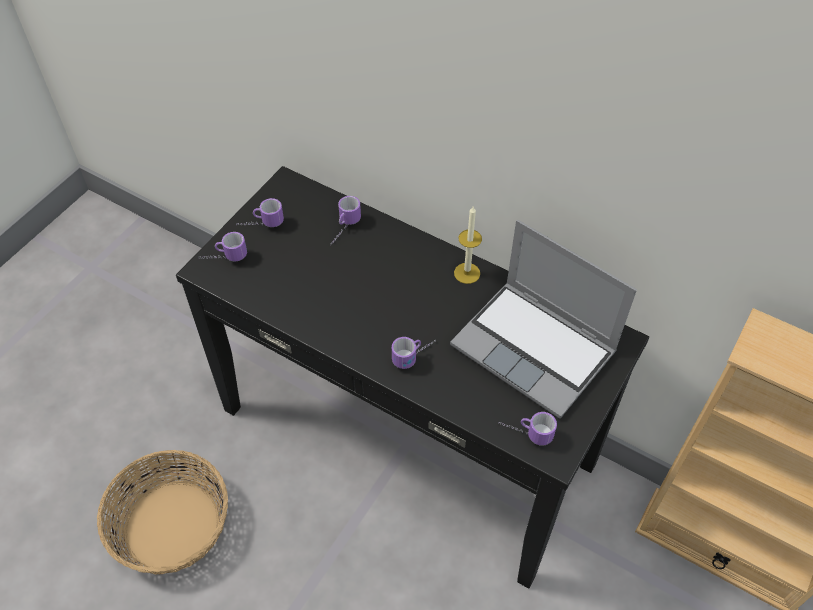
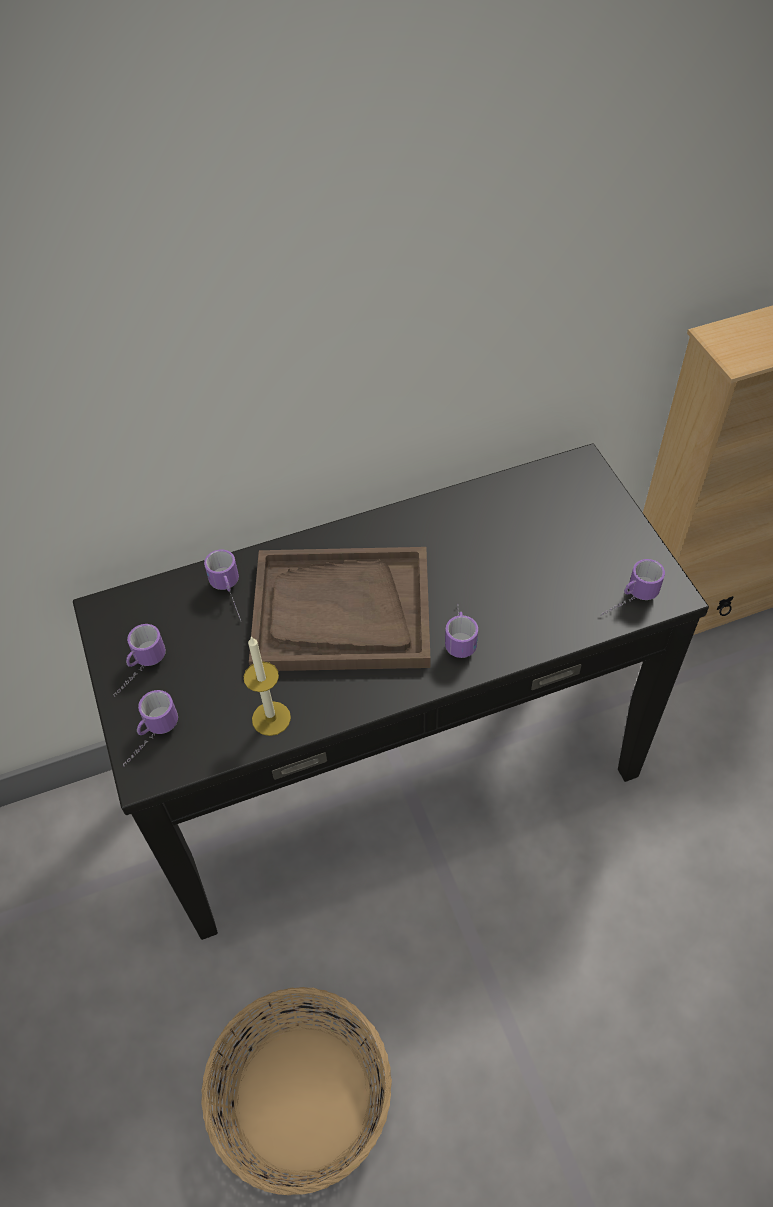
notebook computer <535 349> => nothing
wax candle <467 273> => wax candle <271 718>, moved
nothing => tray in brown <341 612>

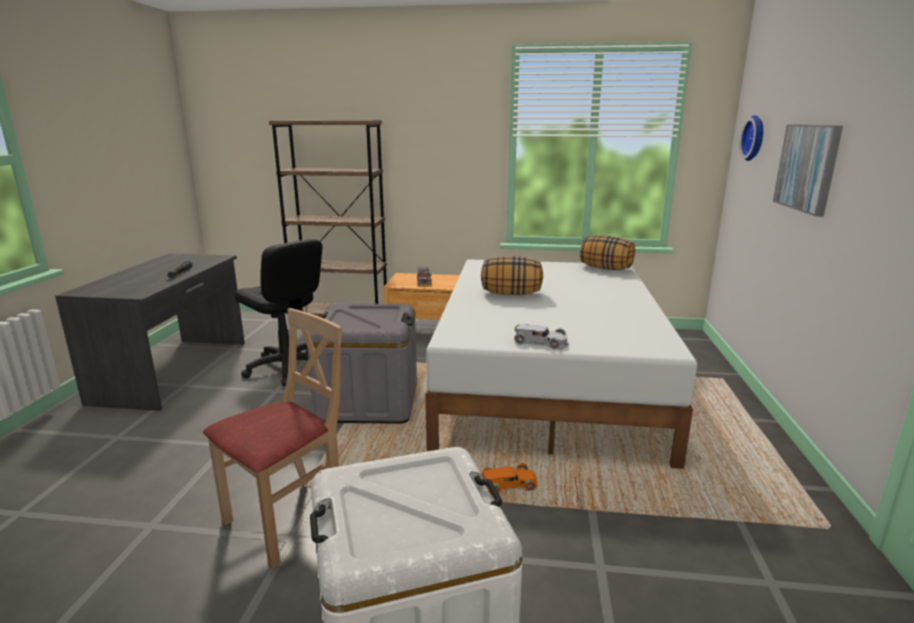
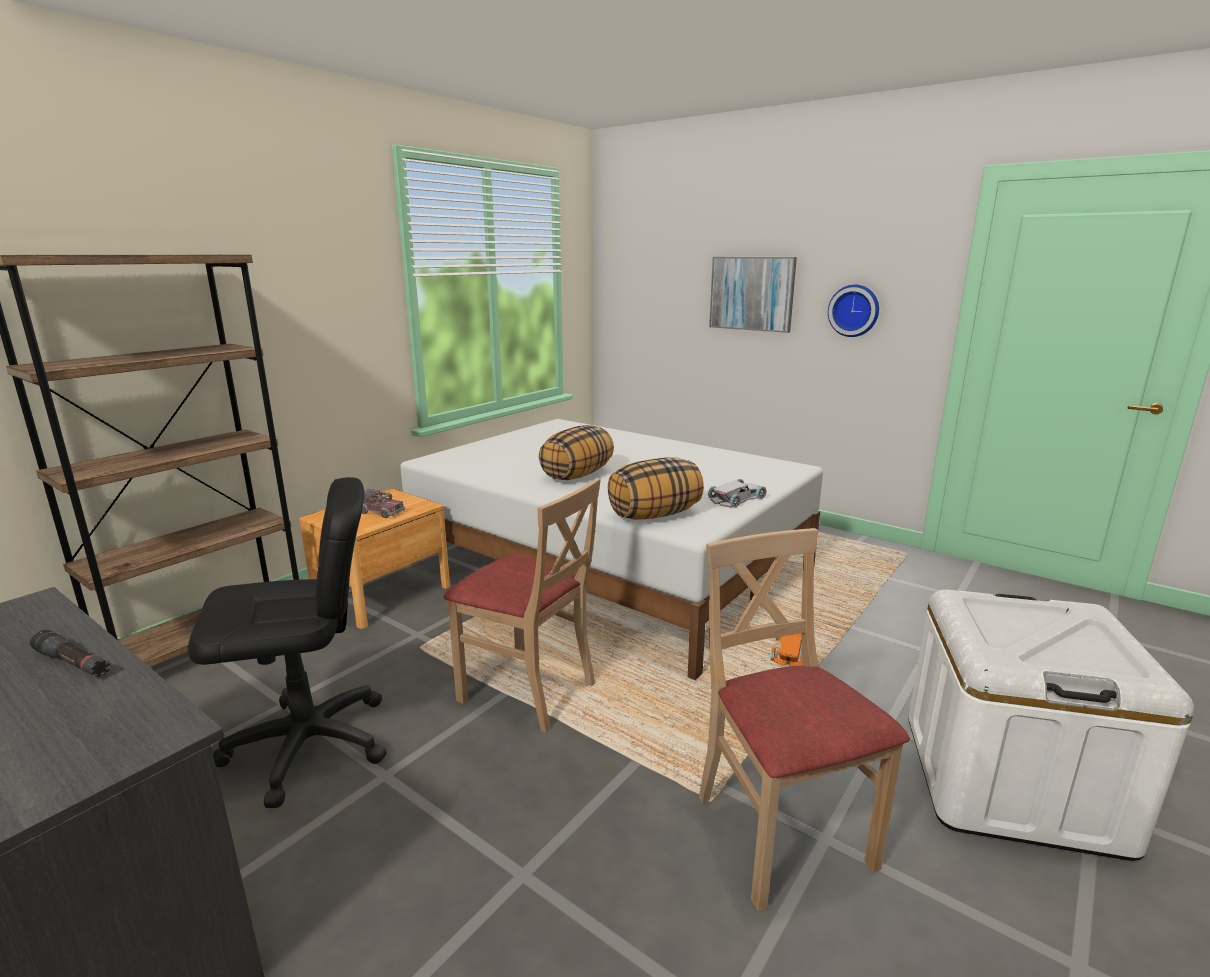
storage container in greyish <368 401> => plain chair in beige <528 690>
pillow <606 268> => pillow <654 515>, moved
clock on the wall <755 138> => clock on the wall <854 310>, moved

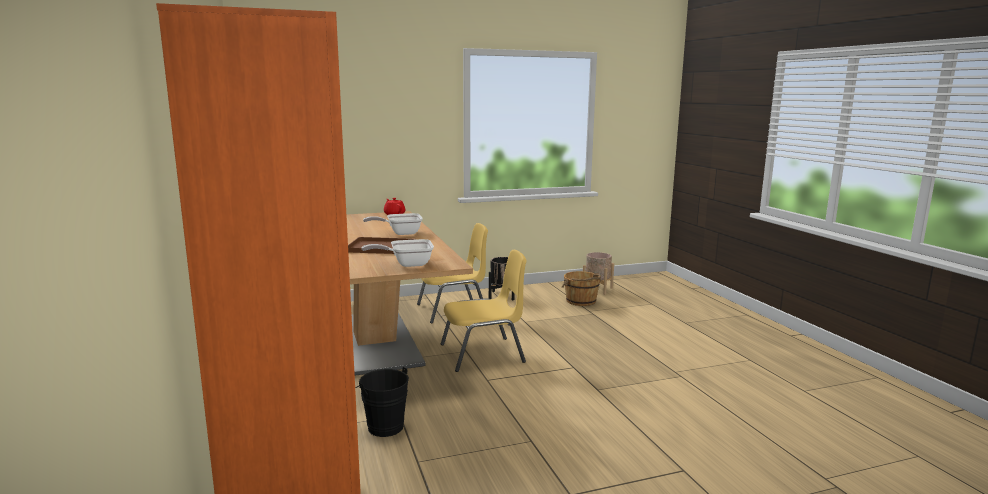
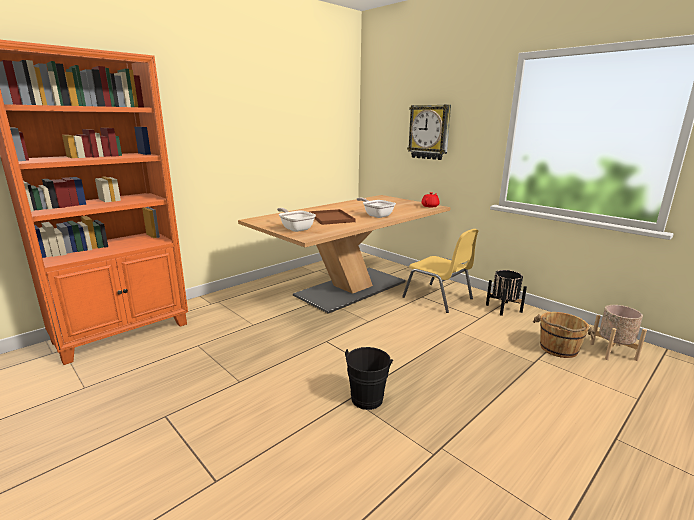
pail in black-coloured <383 425> => pail in black-coloured <368 397>, moved
plain chair in yellow-coloured <483 354> => nothing
nothing => clock on the wall <429 132>

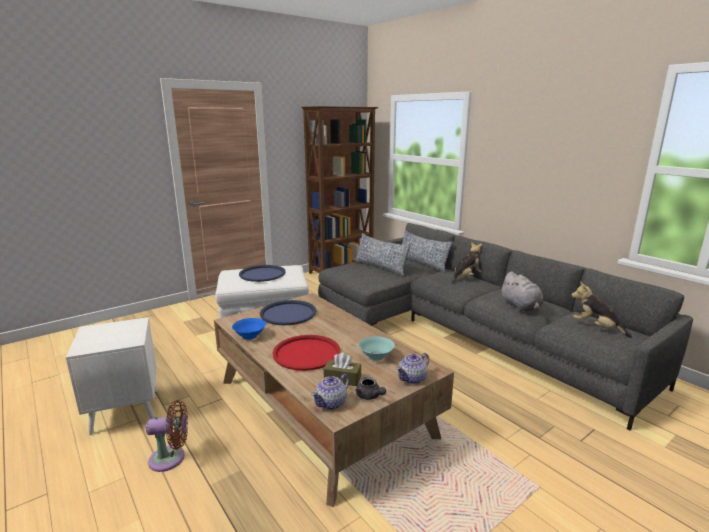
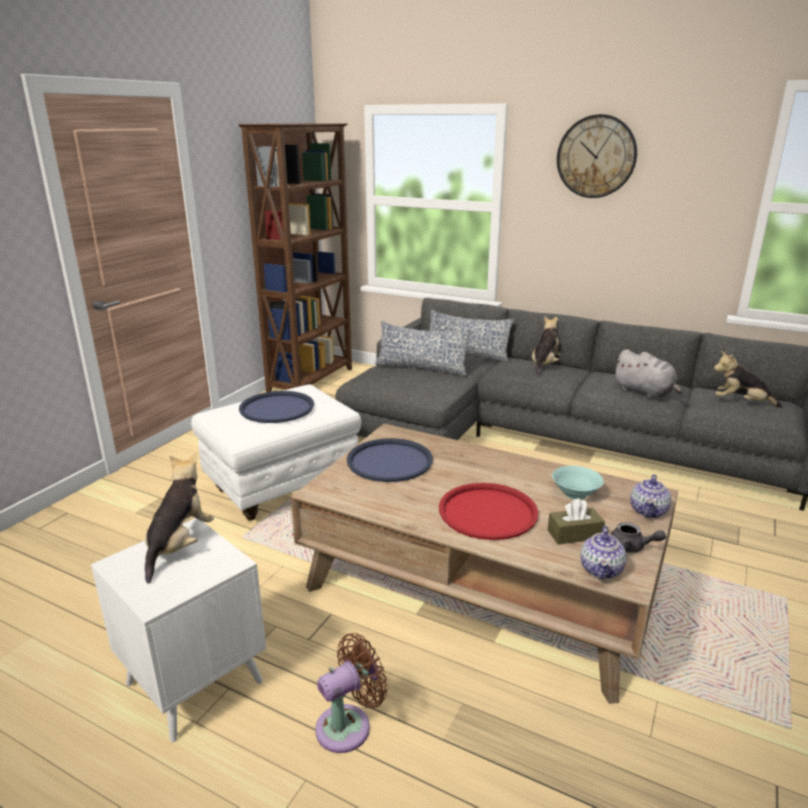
deep dish in bluish <250 336> => nothing
nothing => plush toy <179 545>
nothing => clock on the wall <596 157>

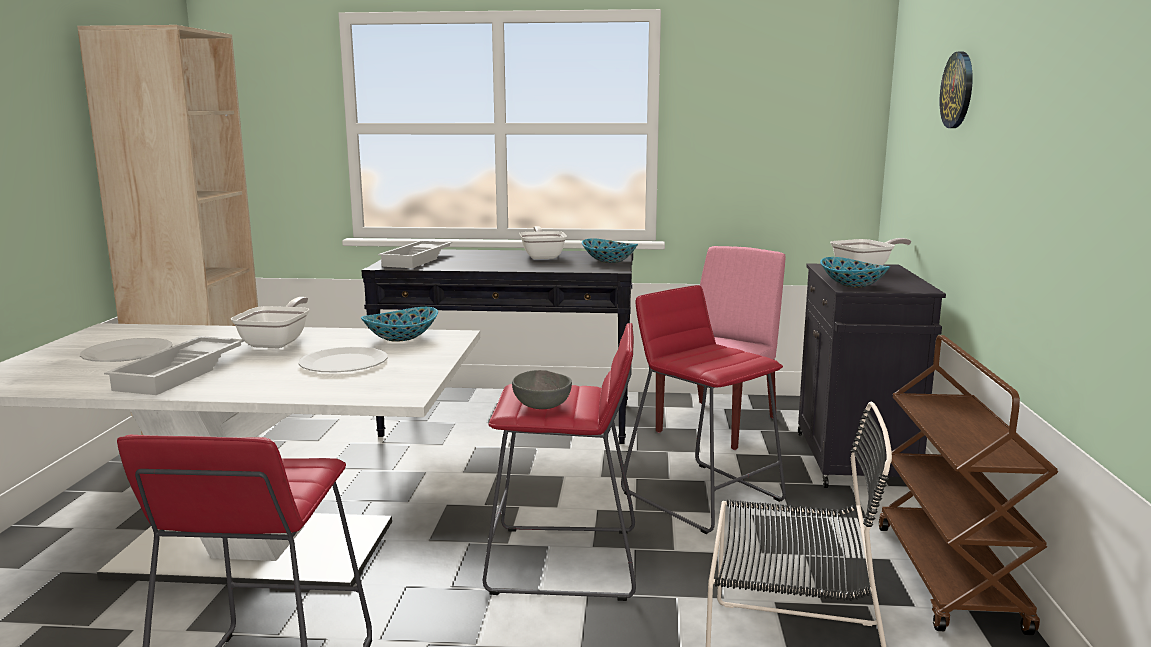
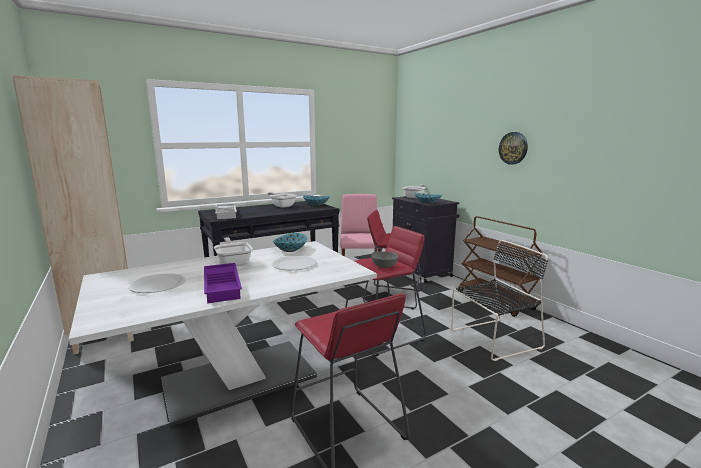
tray in white-coloured <181 373> => tray in purple <223 286>
clock on the wall <958 90> => clock on the wall <513 148>, moved

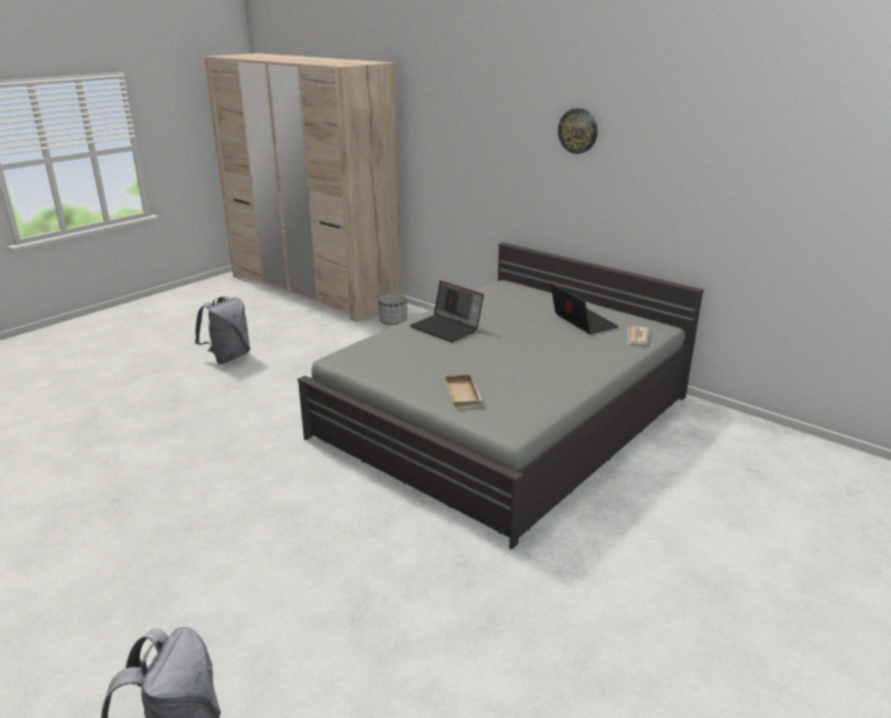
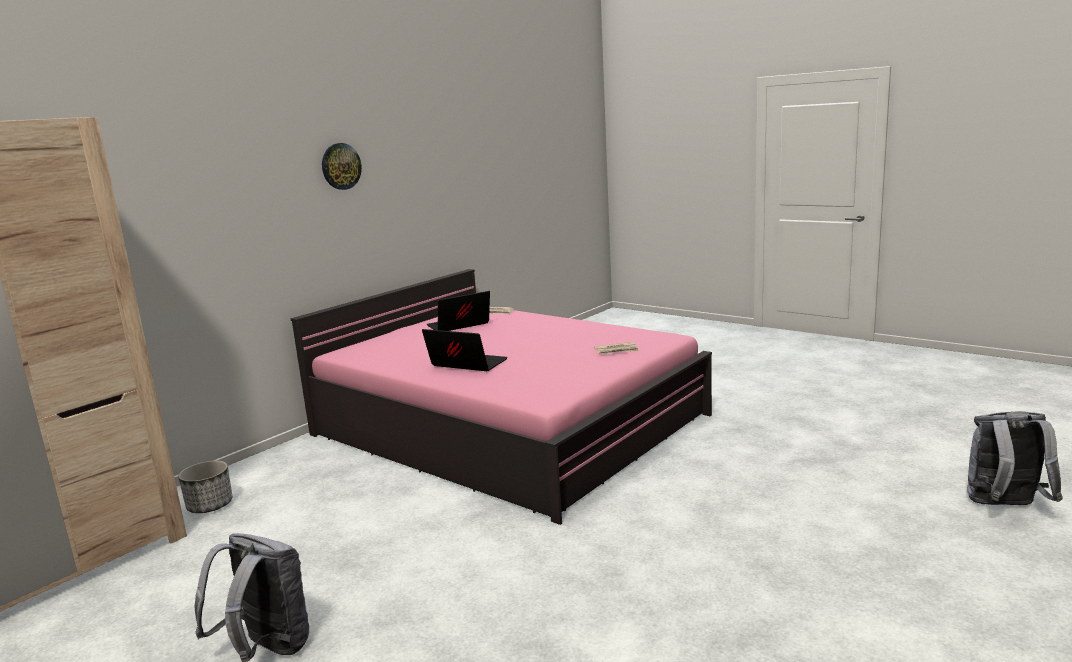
bed in greyish <505 416> => bed in pink <507 425>
notebook computer <447 328> => notebook computer <466 365>, 105 degrees counterclockwise
tray in beige <464 394> => printed paper <617 350>

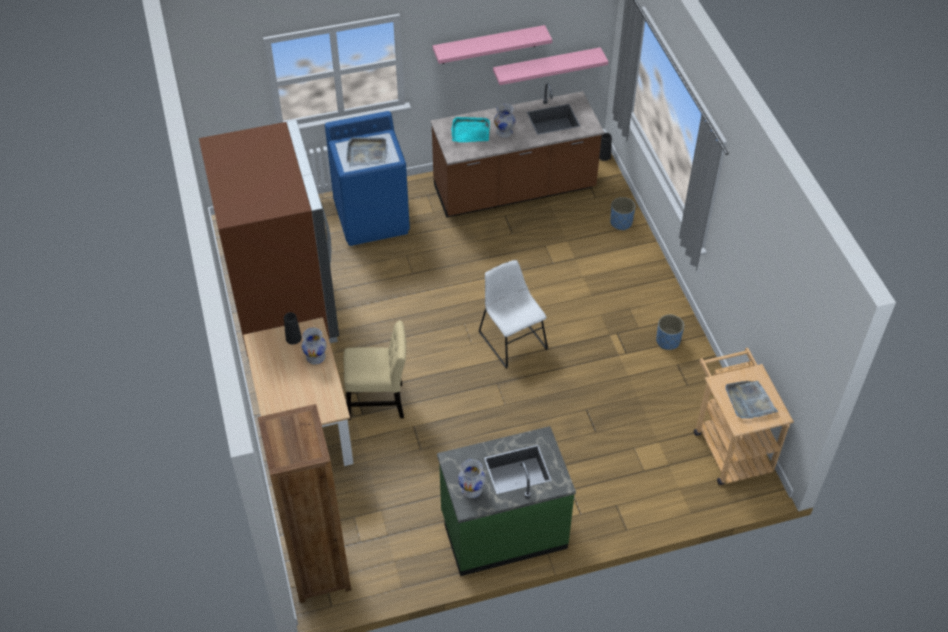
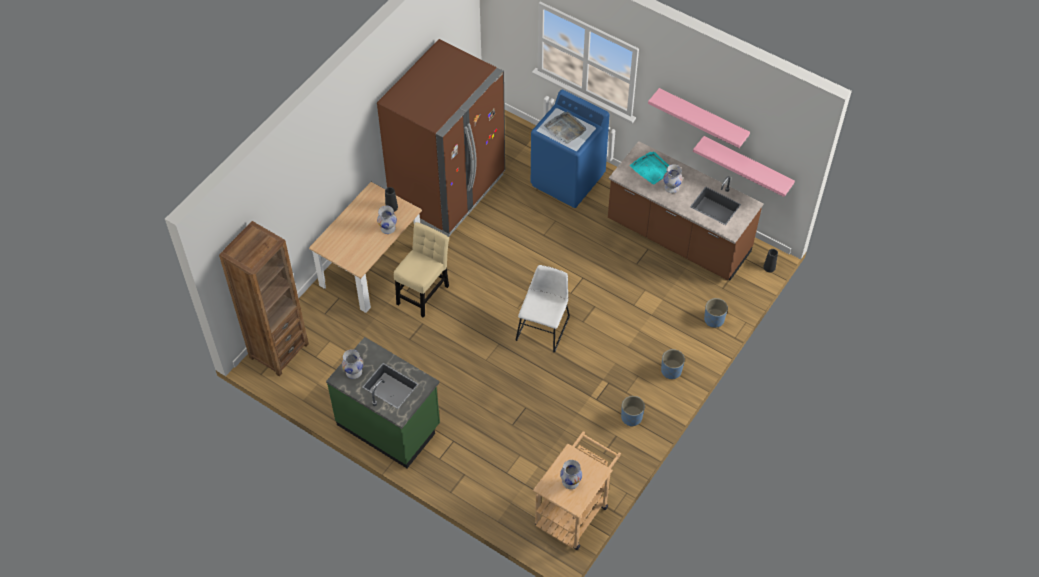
plain chair in beige <379 402> => plain chair in beige <424 292>, 105 degrees counterclockwise
tray in greyish <749 401> => flower vase in white-coloured <570 481>
nothing => planter in bluish <671 371>

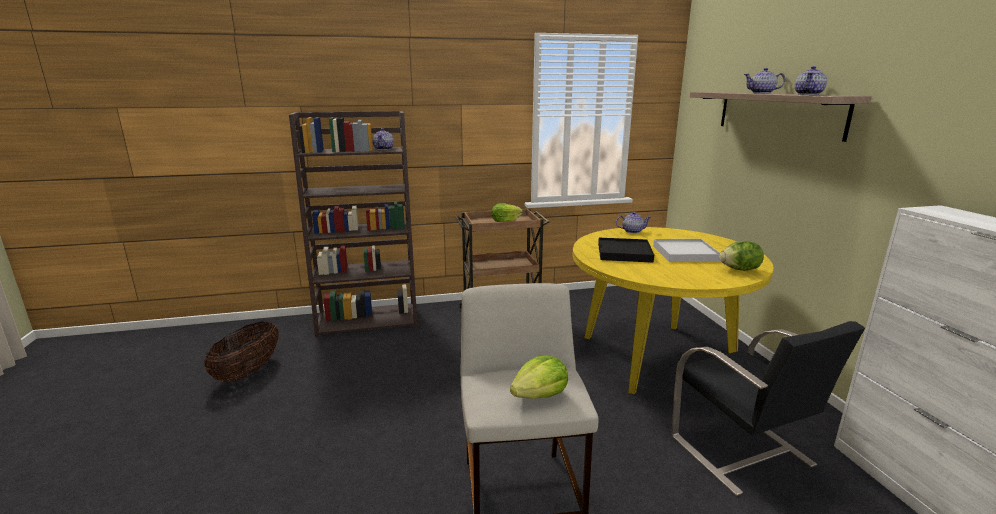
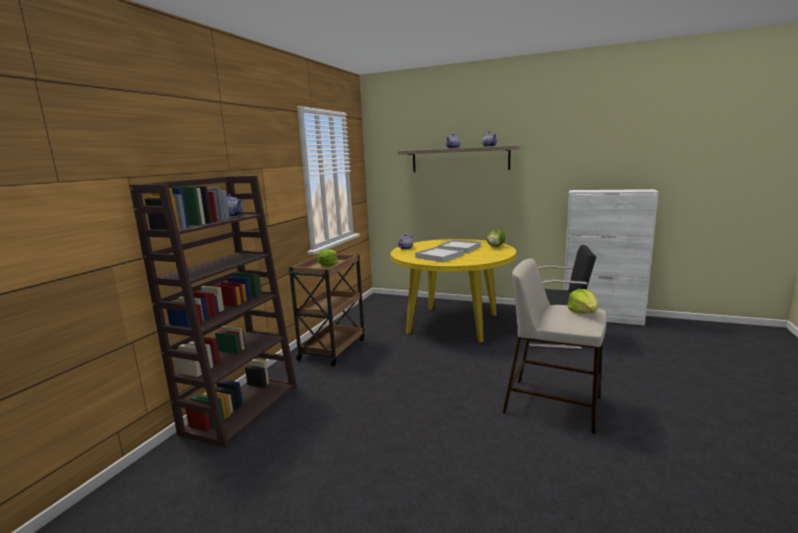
basket <248 372> => nothing
tray in black-coloured <624 253> => tray in white-coloured <439 256>

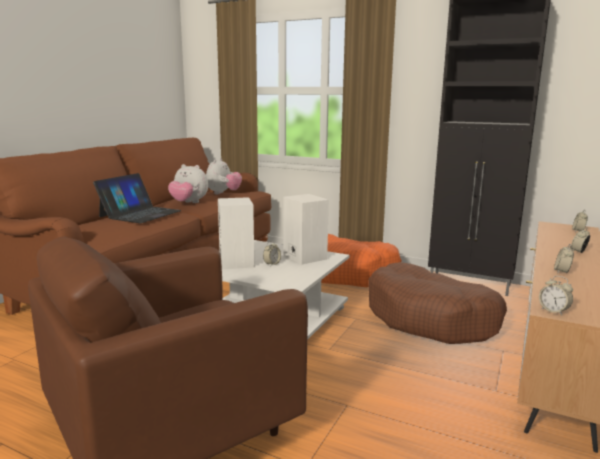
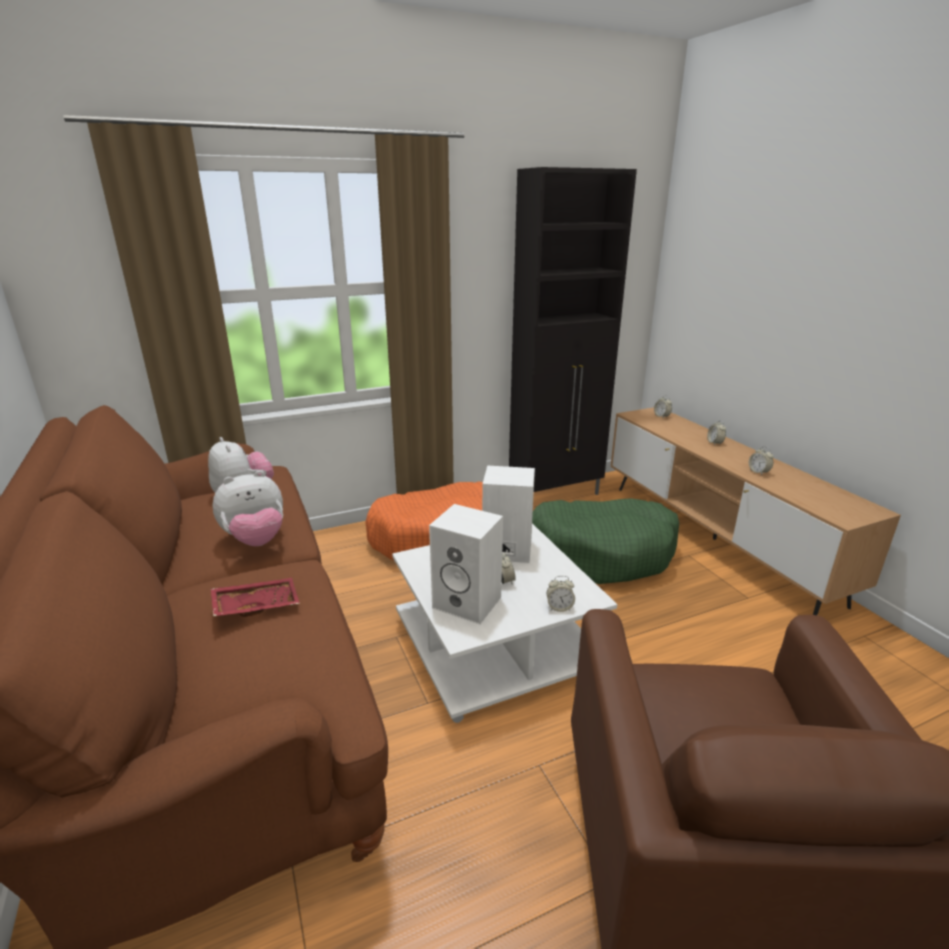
notebook computer <140 214> => tray in red <256 605>
pet bed in brown <431 319> => pet bed in green-coloured <601 553>
bedside clock <553 311> => bedside clock <559 607>, moved

